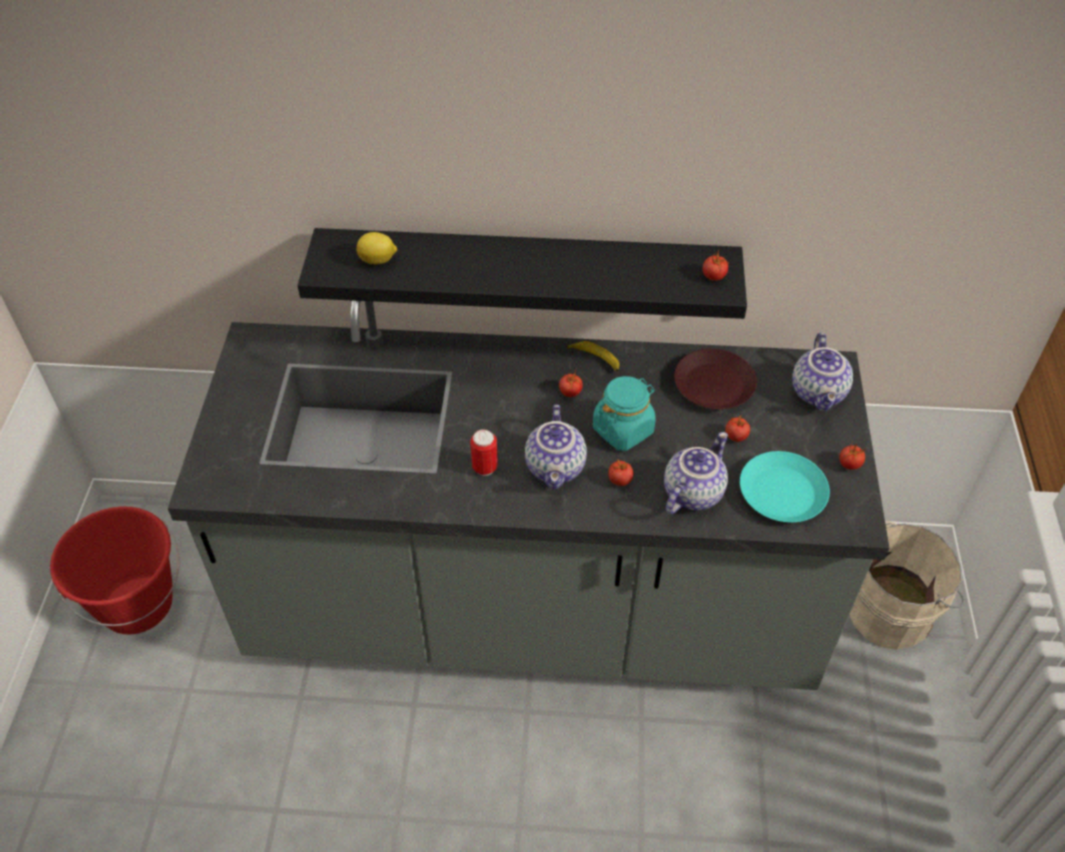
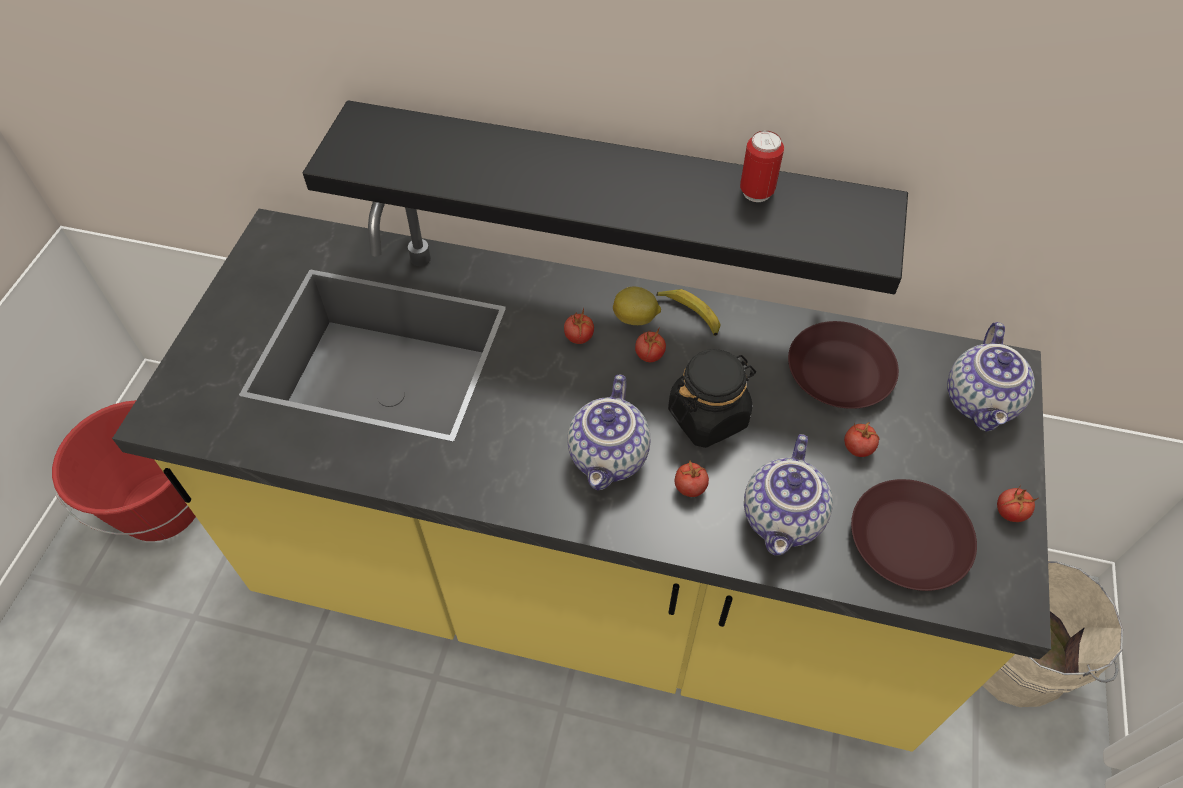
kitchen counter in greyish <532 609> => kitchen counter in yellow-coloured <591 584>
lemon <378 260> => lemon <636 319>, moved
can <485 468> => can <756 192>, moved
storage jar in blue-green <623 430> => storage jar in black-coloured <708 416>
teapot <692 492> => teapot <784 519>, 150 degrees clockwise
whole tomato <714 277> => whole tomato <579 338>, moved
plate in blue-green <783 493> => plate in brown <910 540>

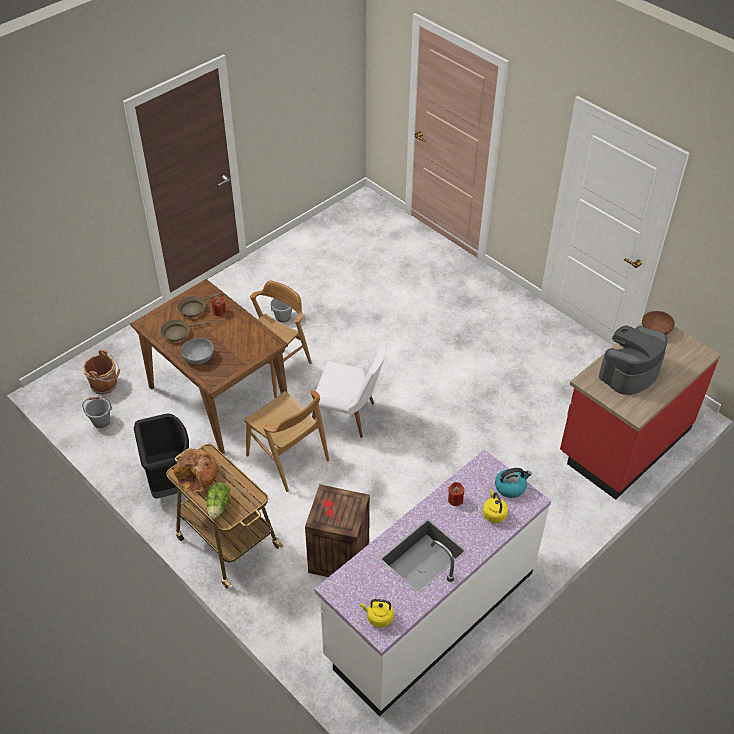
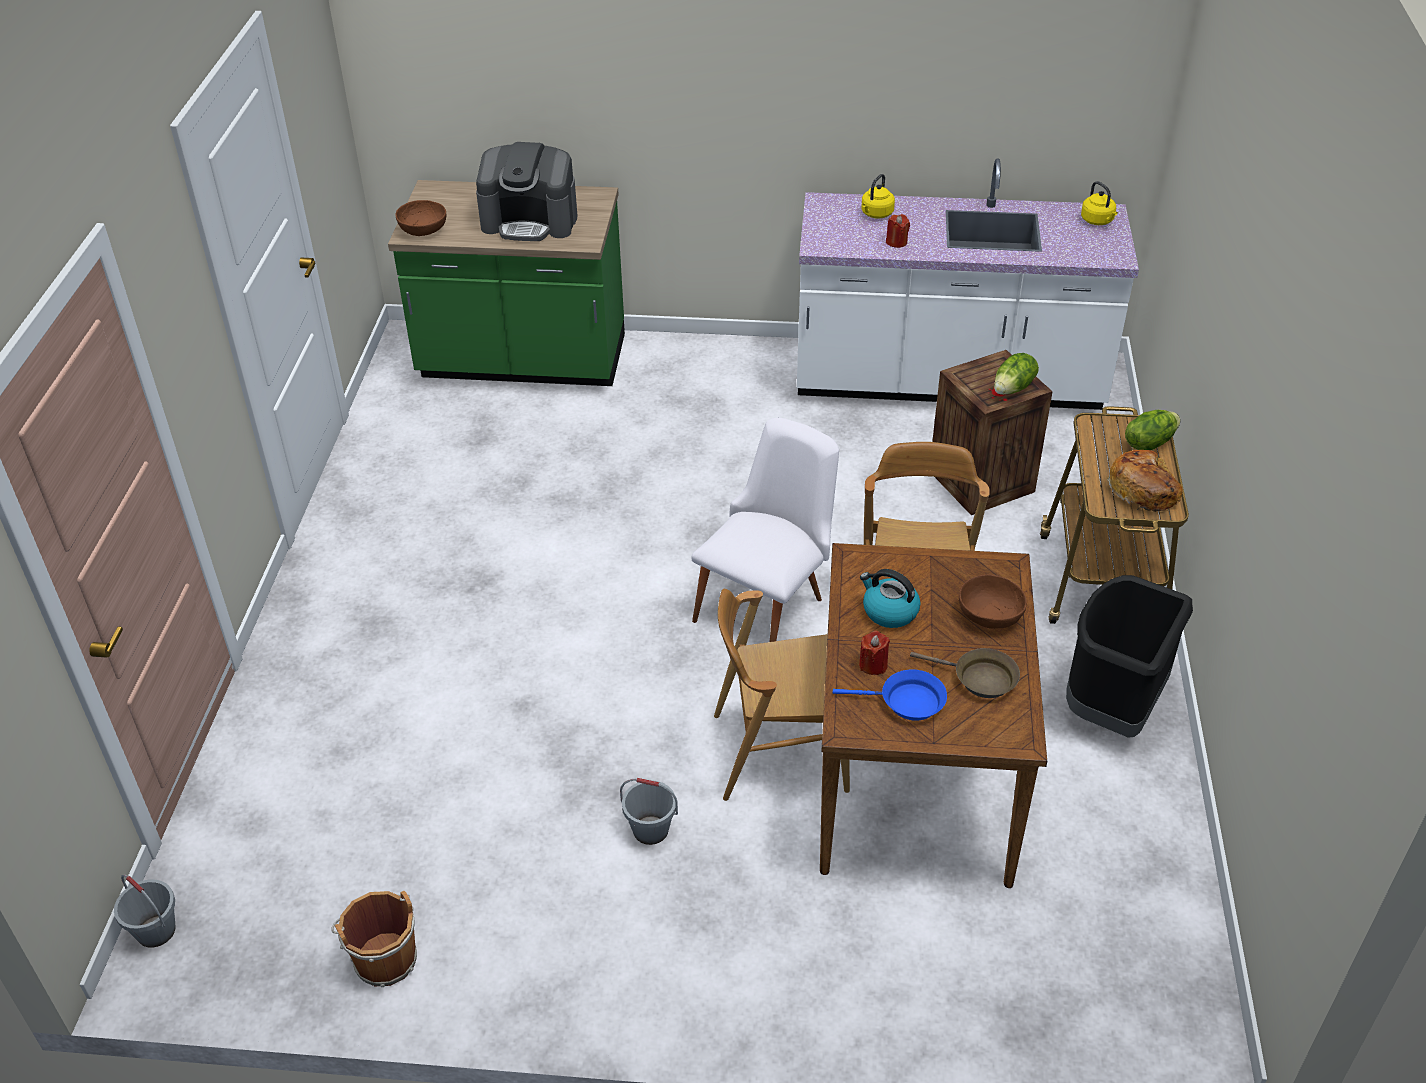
pail in greyish <101 421> => pail in greyish <155 931>, moved
pail in brown <105 385> => pail in brown <384 958>, moved
pan in brown <194 308> => pan in bluish <906 702>
deep dish in greyish <199 358> => deep dish in brown <990 615>
plain chair in white-coloured <349 417> => plain chair in white-coloured <768 604>, 60 degrees clockwise
tea kettle <510 487> => tea kettle <889 611>, moved
kitchen counter in red <623 441> => kitchen counter in green-coloured <522 361>
nothing => lettuce <1014 388>

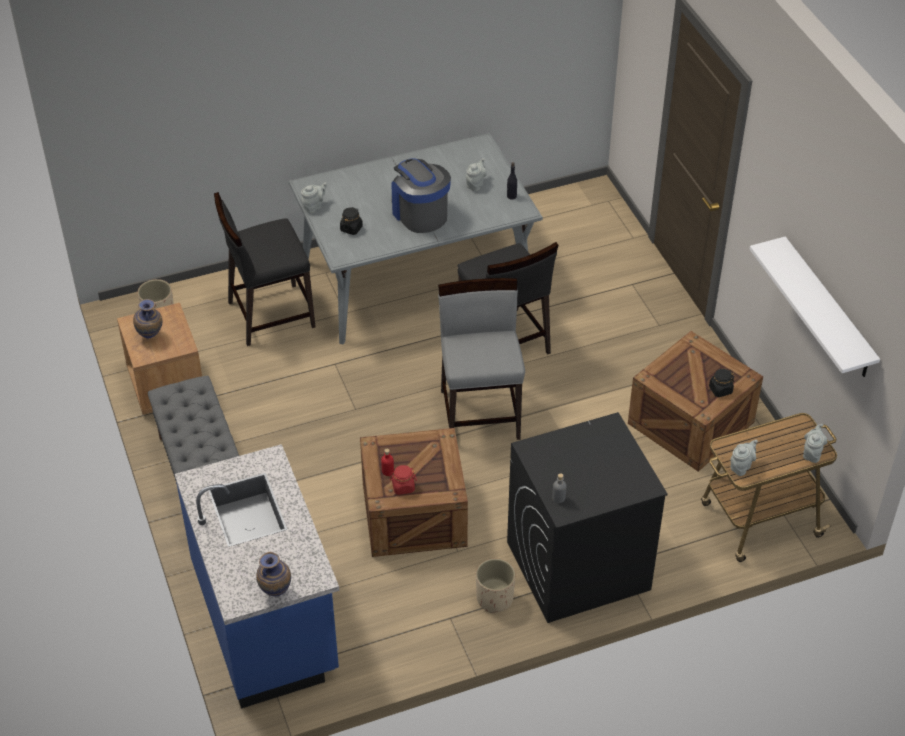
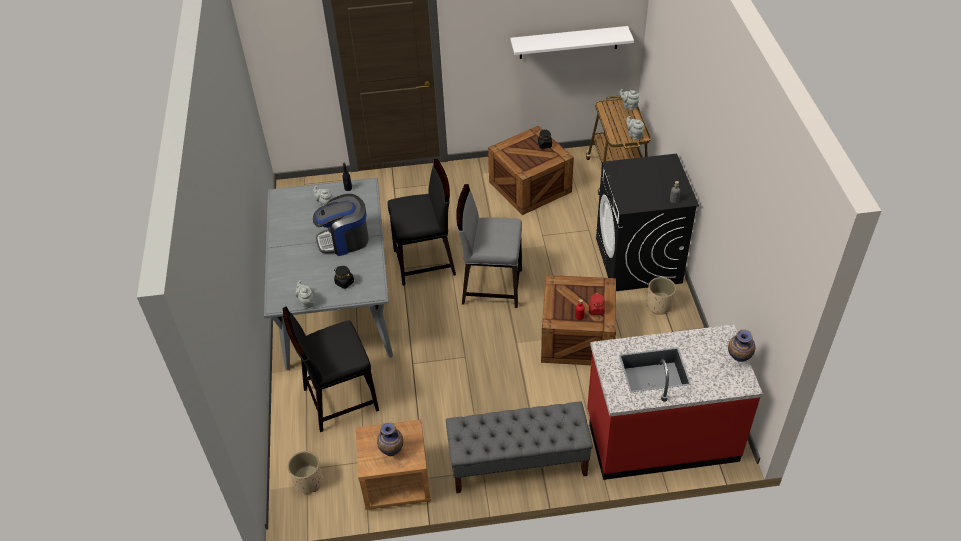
kitchen counter in bluish <267 620> => kitchen counter in red <661 436>
plain chair in black-coloured <270 314> => plain chair in black-coloured <339 399>, 75 degrees clockwise

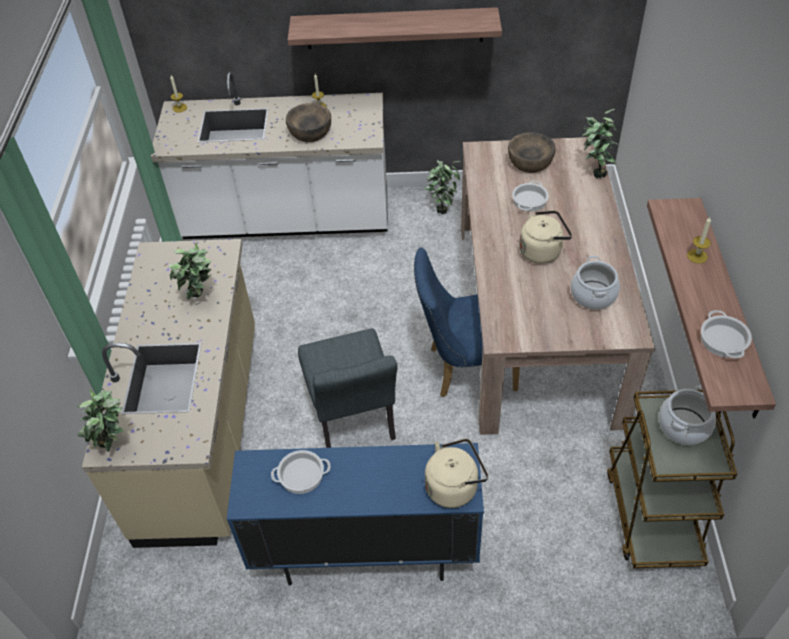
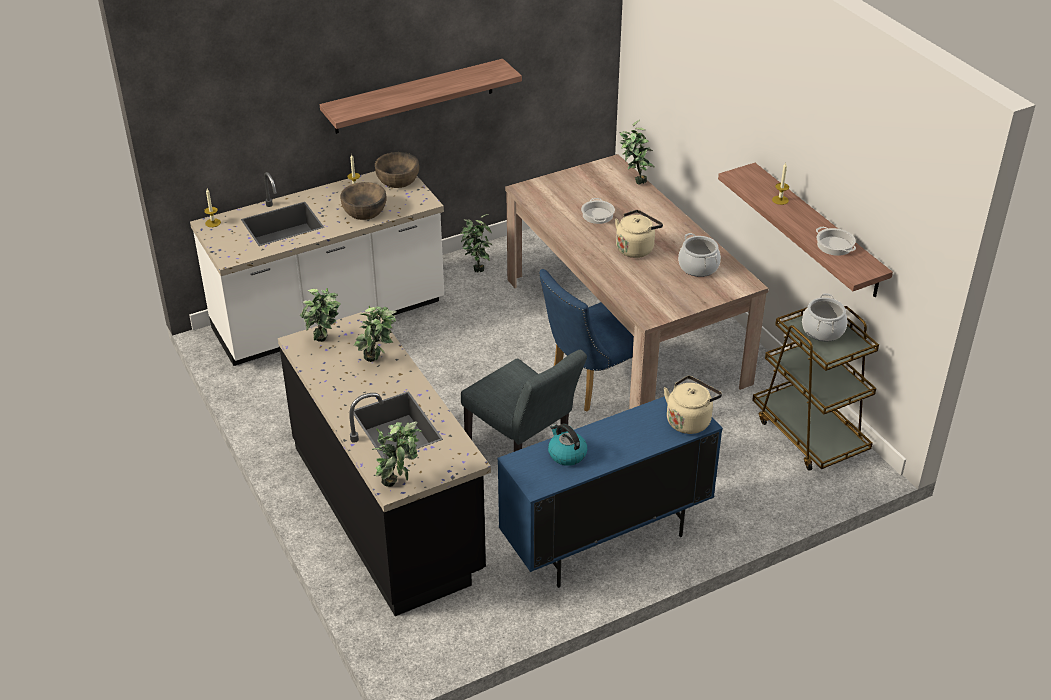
kitchen counter in beige <203 431> => kitchen counter in black-coloured <388 509>
stockpot <301 475> => tea kettle <566 454>
deep dish in brown <530 162> => deep dish in brown <397 179>, moved
nothing => houseplant <324 343>

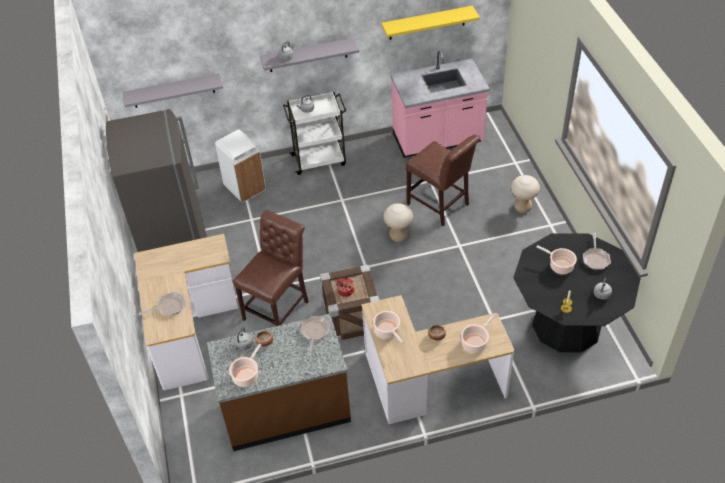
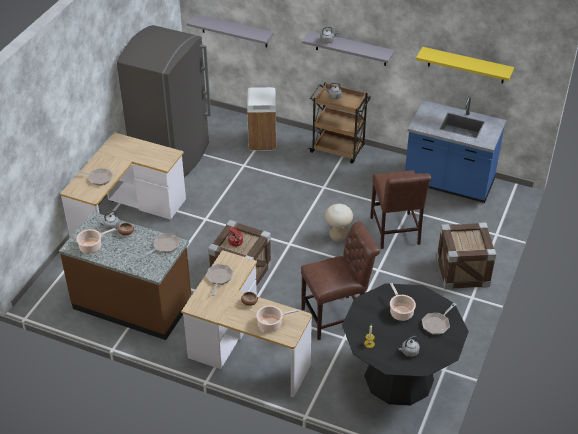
plain chair in brown <278 308> => plain chair in brown <337 316>, moved
trolley in white-coloured <320 160> => trolley in brown <338 150>
stockpot <387 331> => pan <219 278>
kitchen counter in pink <438 140> => kitchen counter in bluish <448 183>
stool in beige <522 208> => packing crate <462 271>

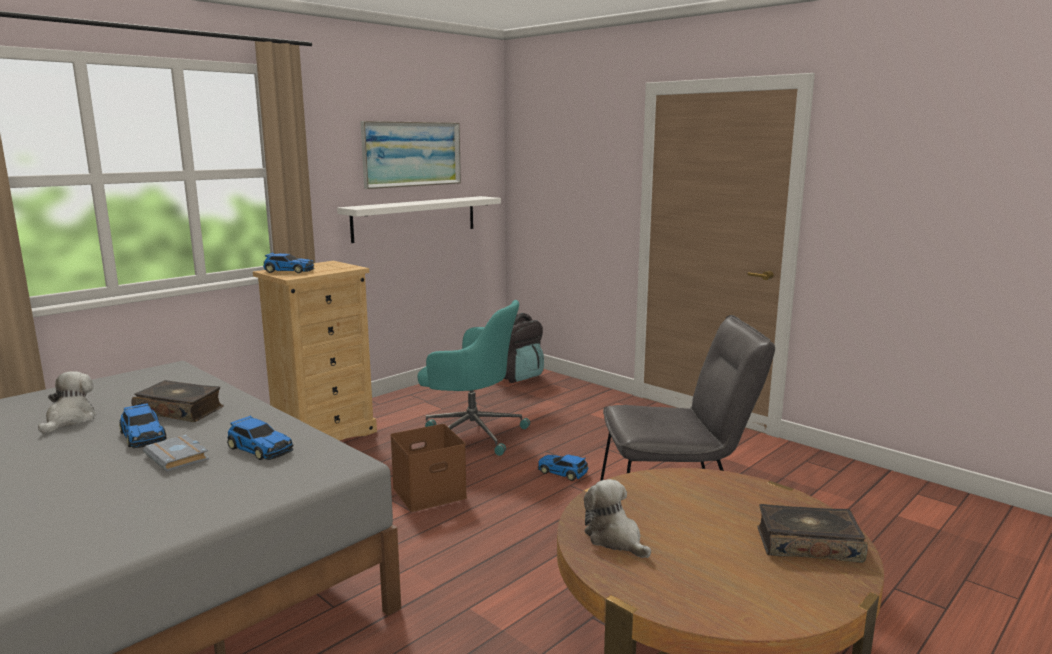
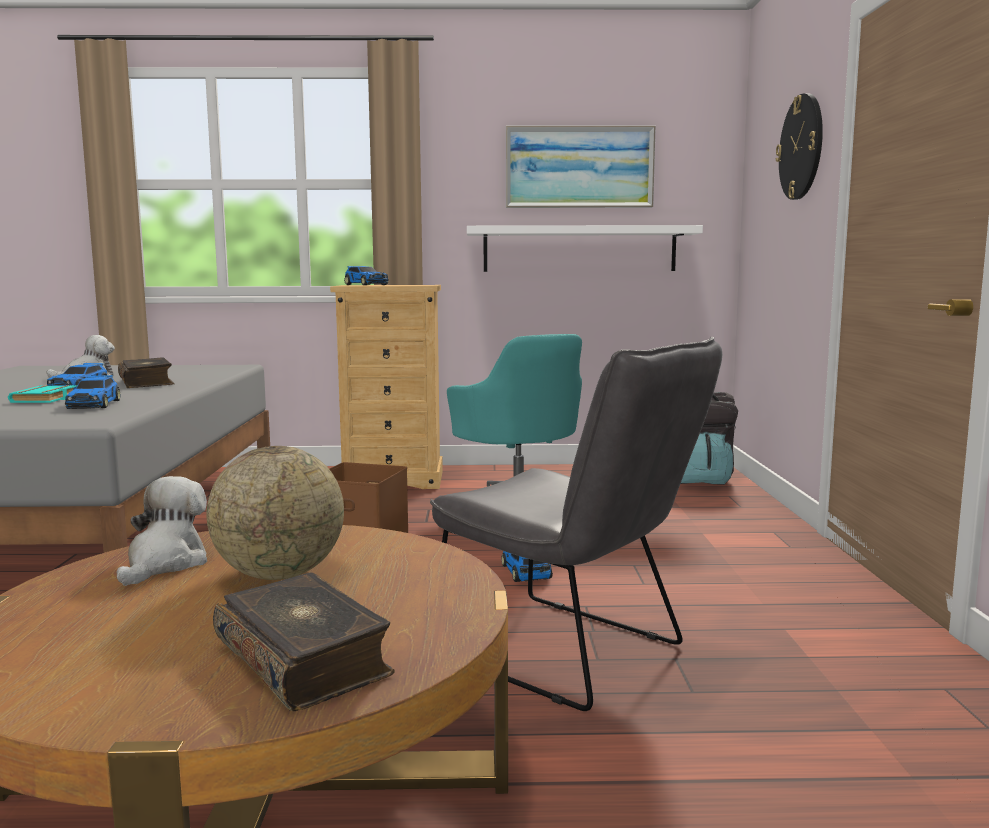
volume in greyish <179 458> => volume in blue-green <46 399>
nothing => world globe <279 575>
nothing => clock on the wall <801 147>

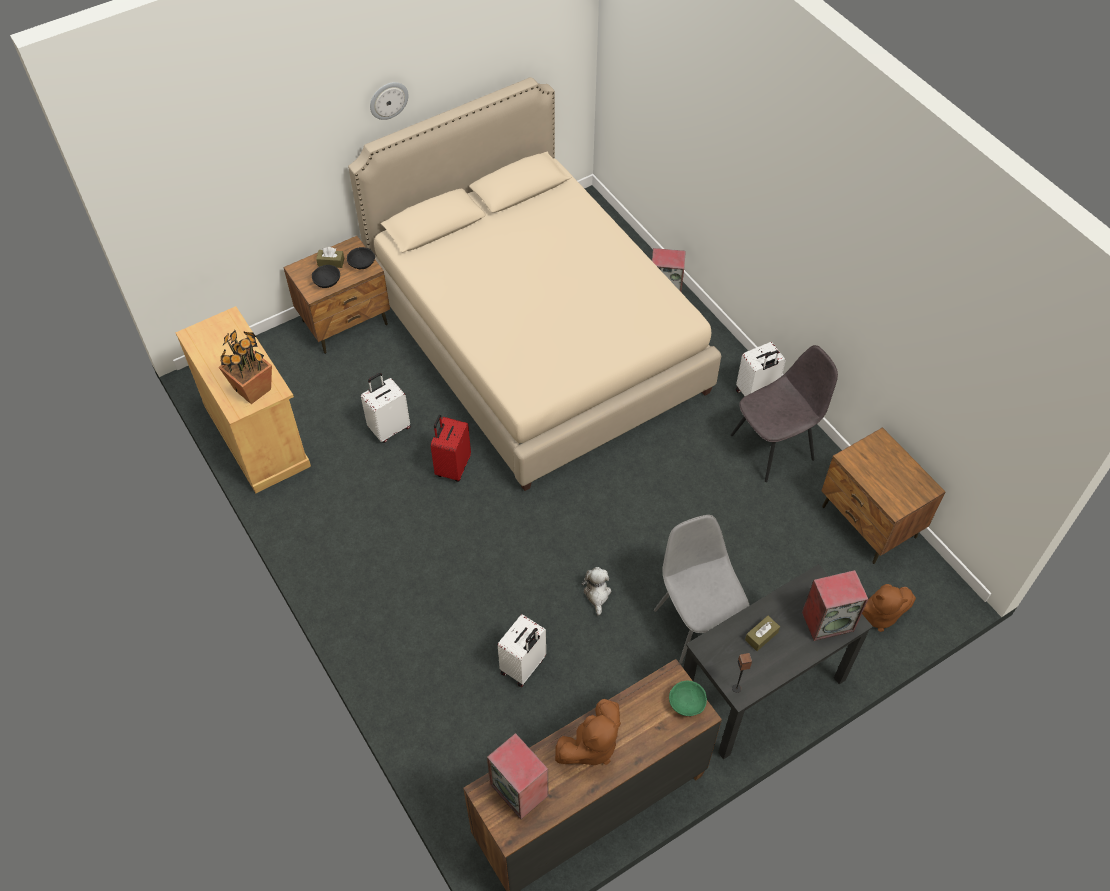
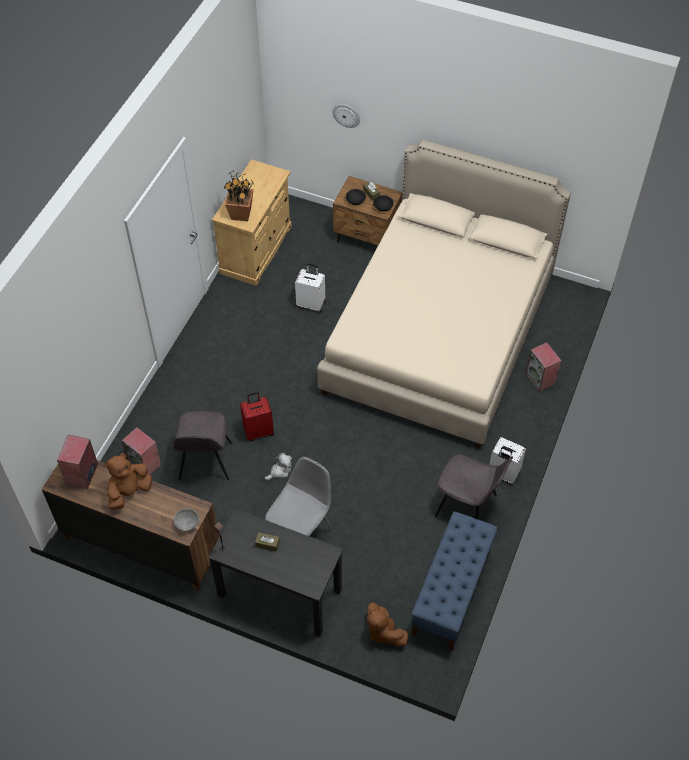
clock on the wall <388 100> => clock on the wall <346 115>, moved
travel case in red <452 467> => travel case in red <258 431>, moved
travel case in white-coloured <523 666> => plain chair in greyish <205 462>
plush toy in brown <591 746> => plush toy in brown <129 492>, 120 degrees clockwise
deep dish in green-coloured <686 703> => deep dish in greyish <186 523>
audio speaker <828 621> => audio speaker <145 463>, moved
night table in brown <868 523> => indoor bench in bluish <451 592>

